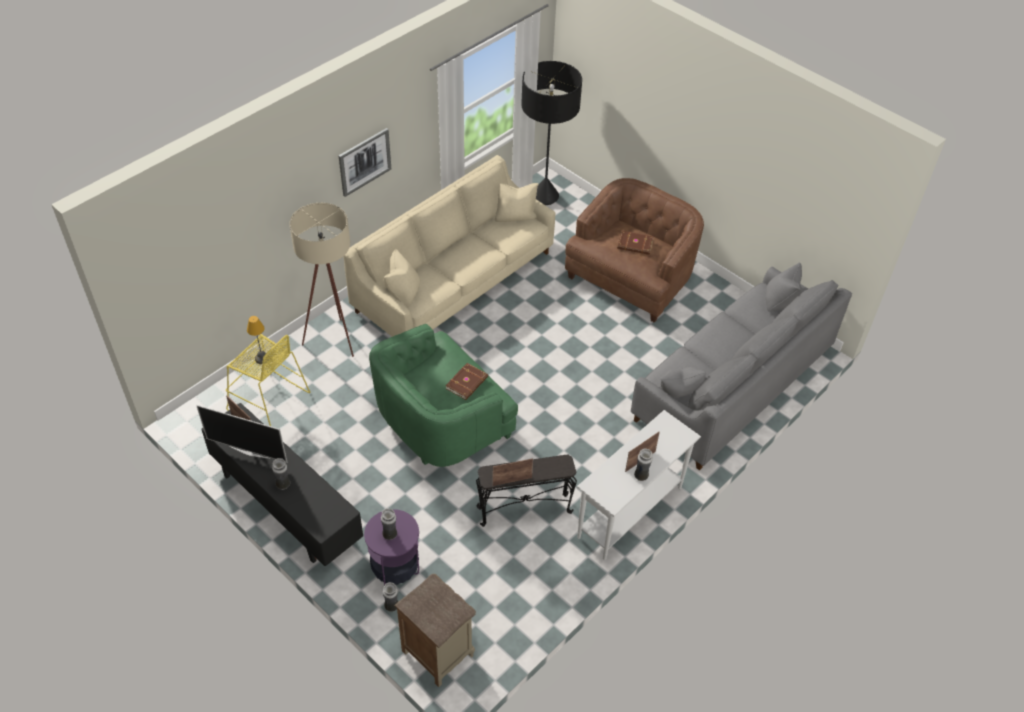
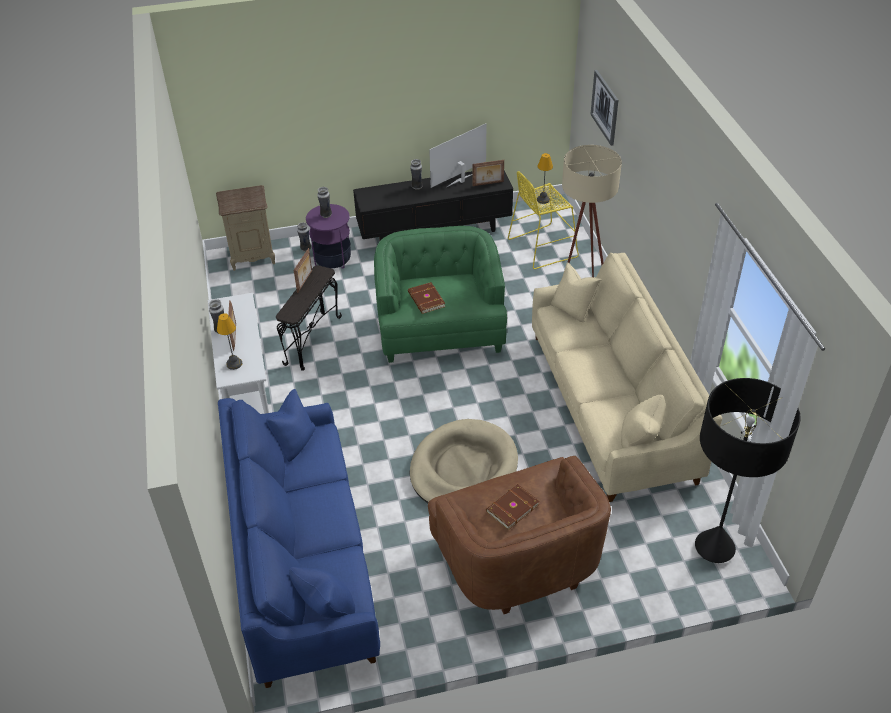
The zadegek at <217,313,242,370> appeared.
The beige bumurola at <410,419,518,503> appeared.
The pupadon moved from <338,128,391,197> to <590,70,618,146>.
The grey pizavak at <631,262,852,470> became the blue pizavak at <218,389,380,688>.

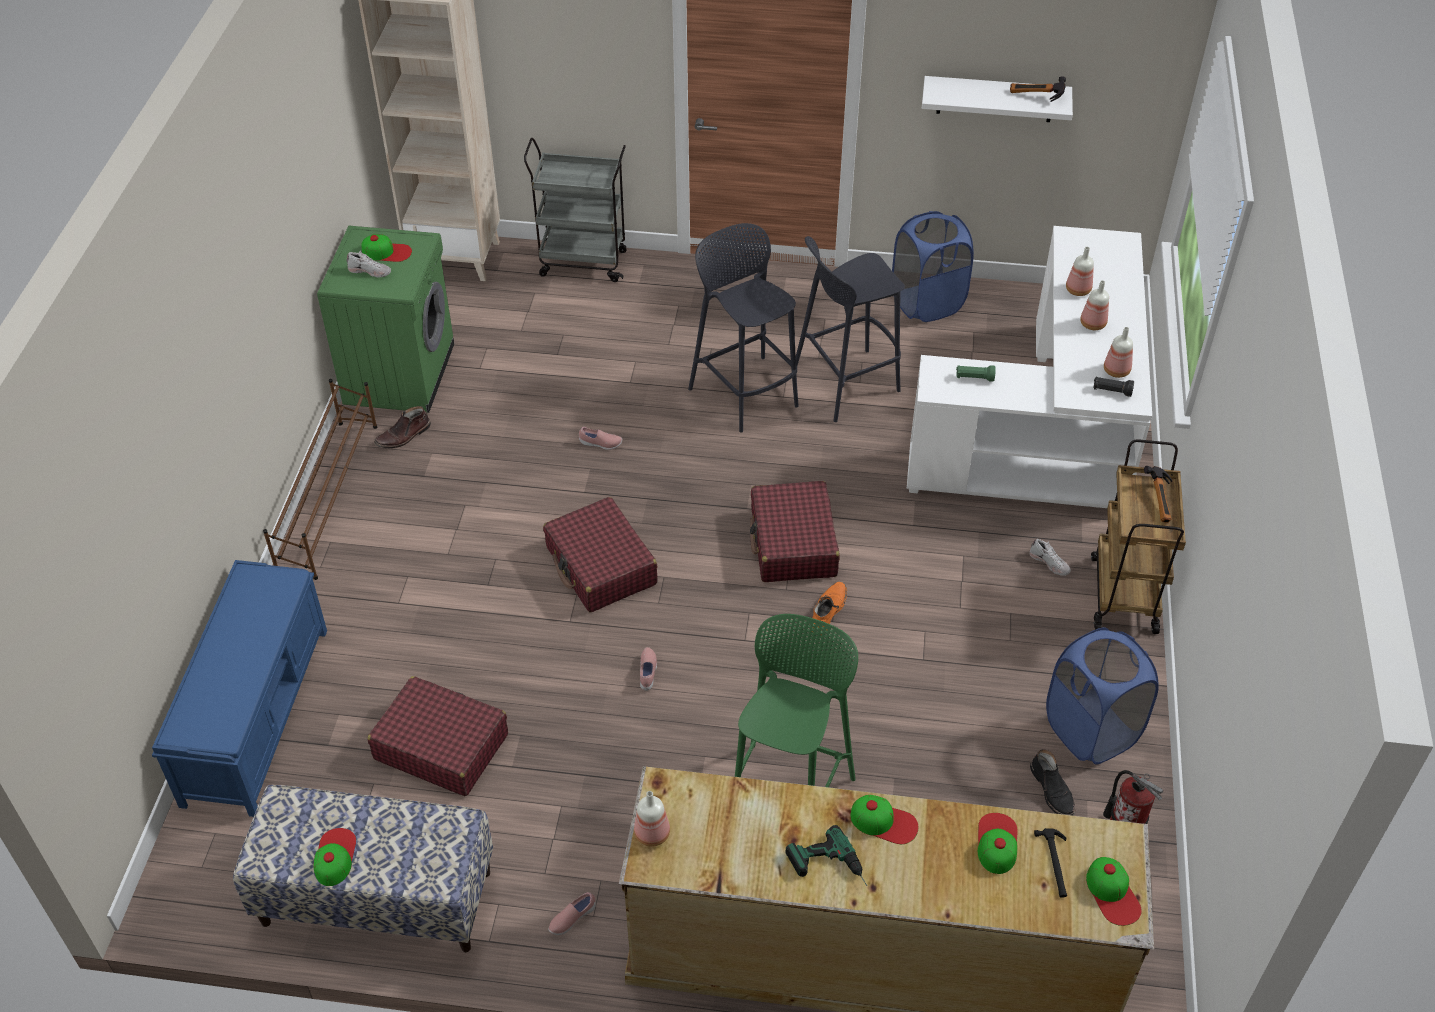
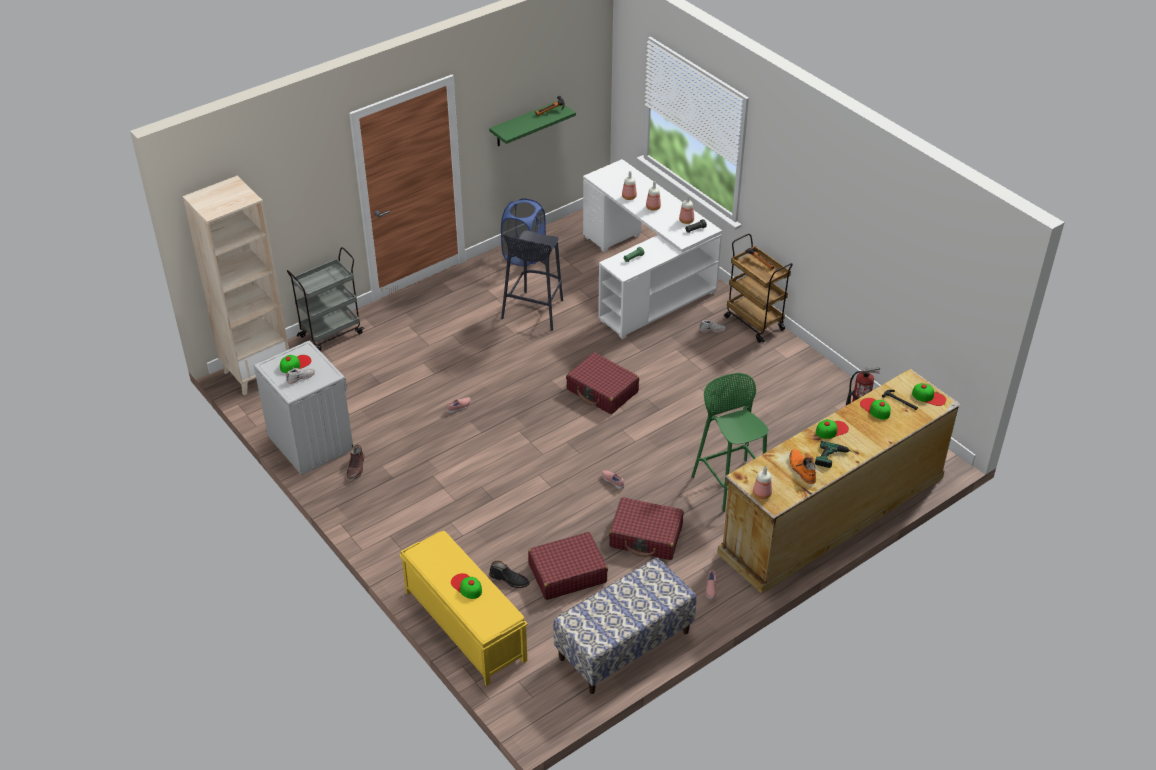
The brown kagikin at <263,379,377,580> disappeared.
The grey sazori at <688,223,799,432> disappeared.
The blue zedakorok at <1046,627,1159,765> disappeared.
The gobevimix moved from <314,828,356,886> to <451,573,482,599>.
The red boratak moved from <543,497,658,612> to <609,497,684,560>.
The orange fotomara moved from <812,582,847,635> to <790,449,816,484>.
The black fotomara moved from <1030,749,1075,815> to <489,561,530,588>.
The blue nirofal at <152,560,327,817> became the yellow nirofal at <400,531,528,686>.
The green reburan at <317,226,454,413> became the white reburan at <254,340,353,475>.
The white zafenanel at <922,76,1073,122> became the green zafenanel at <489,101,576,146>.

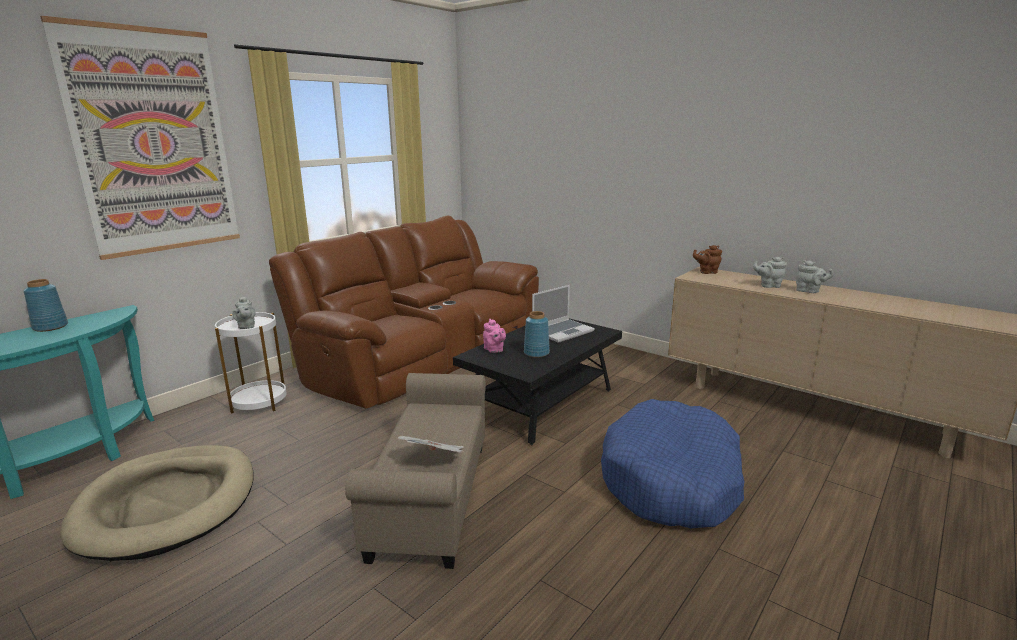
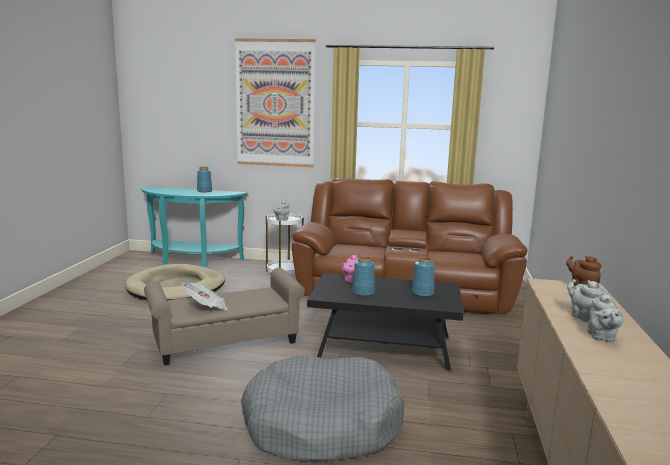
The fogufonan at <532,285,595,343> was replaced by the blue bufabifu at <412,257,434,297>.
The blue bumurola at <601,399,745,529> became the grey bumurola at <241,355,405,463>.

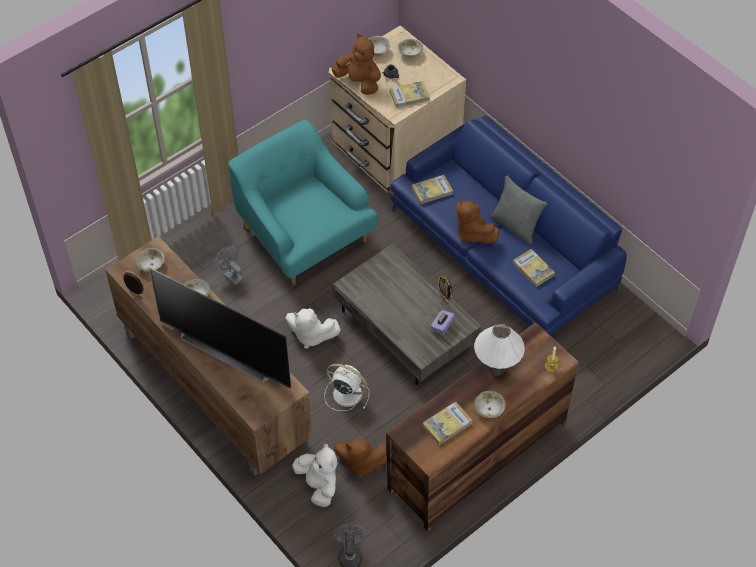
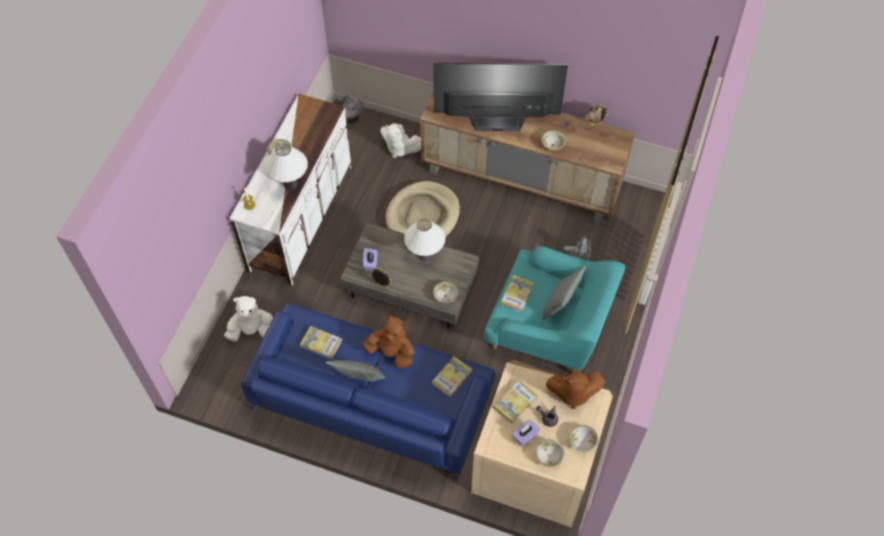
The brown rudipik at <334,437,387,478> disappeared.
The white zadegek at <404,219,445,261> appeared.
The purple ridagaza at <512,420,540,446> appeared.
The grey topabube at <542,266,586,320> appeared.
The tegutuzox moved from <136,248,165,271> to <433,282,458,303>.
The white rudipik moved from <285,308,341,349> to <224,296,273,342>.
The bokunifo moved from <423,401,473,445> to <500,275,534,313>.
The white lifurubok at <324,364,369,411> was replaced by the beige bumurola at <385,181,460,237>.
The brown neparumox at <386,322,579,532> became the white neparumox at <229,94,352,286>.

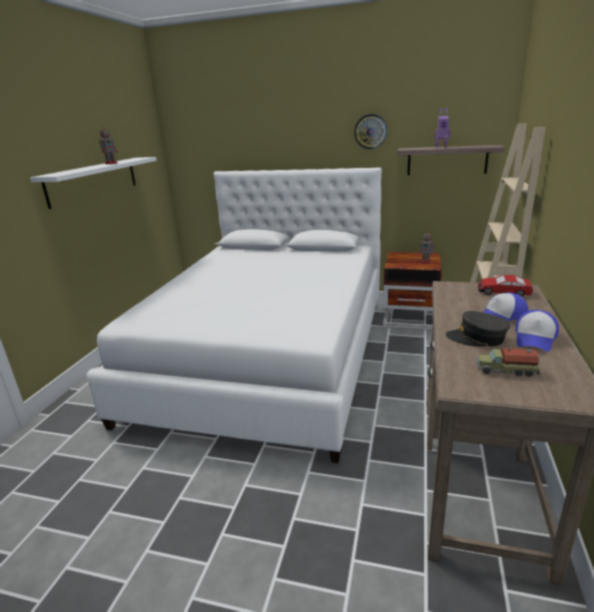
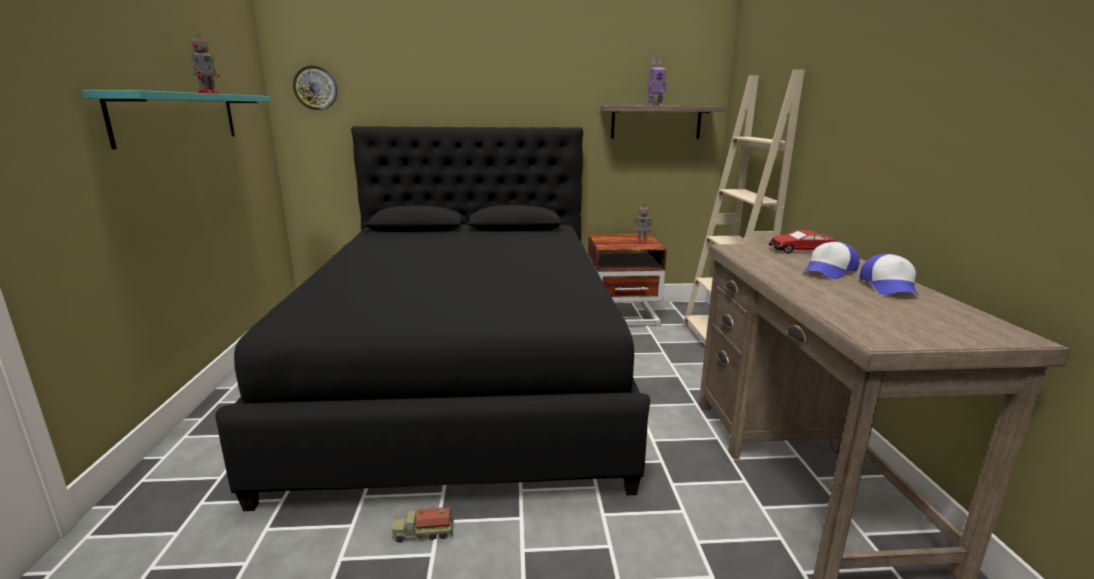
The grey gobevimix at <446,311,510,346> disappeared.
The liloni moved from <354,114,387,149> to <293,66,337,110>.
The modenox moved from <476,348,540,377> to <391,507,454,543>.
The white zafenanel at <30,157,157,209> became the turquoise zafenanel at <82,90,271,149>.
The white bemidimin at <86,167,382,463> became the black bemidimin at <215,126,650,511>.

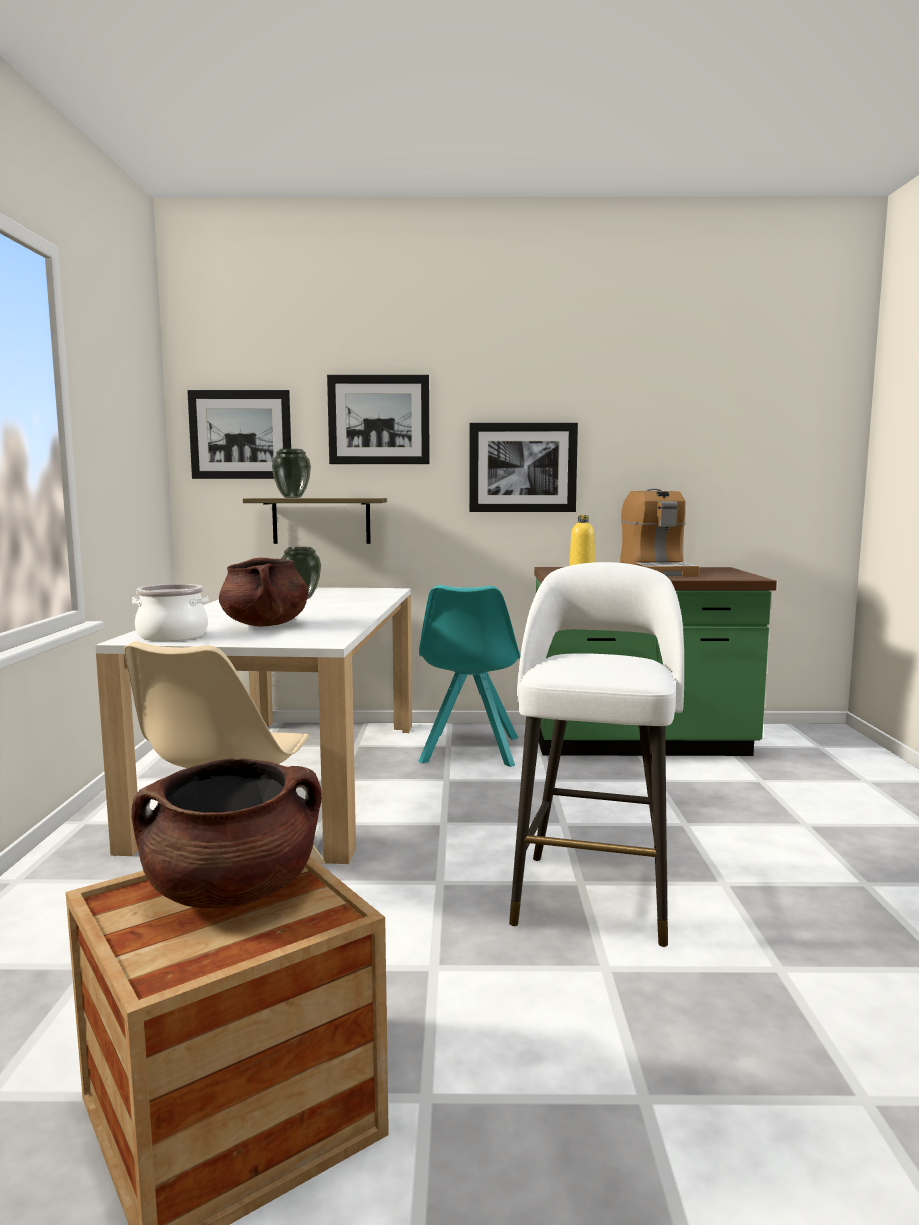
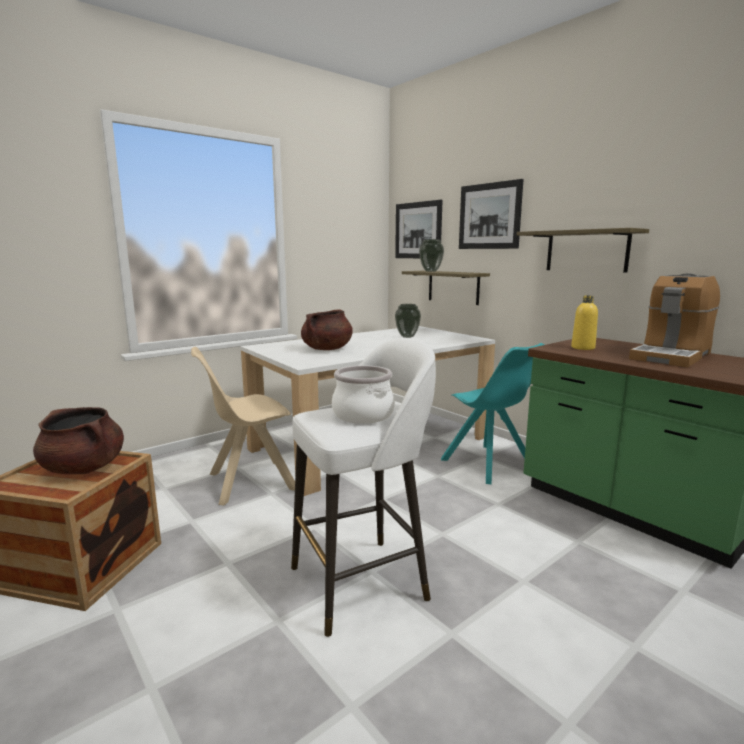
The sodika moved from <132,584,209,641> to <332,365,395,424>.
The pupadon at <469,423,578,512> was replaced by the zafenanel at <517,228,649,273>.
The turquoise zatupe at <418,585,521,767> turned 90 degrees counterclockwise.

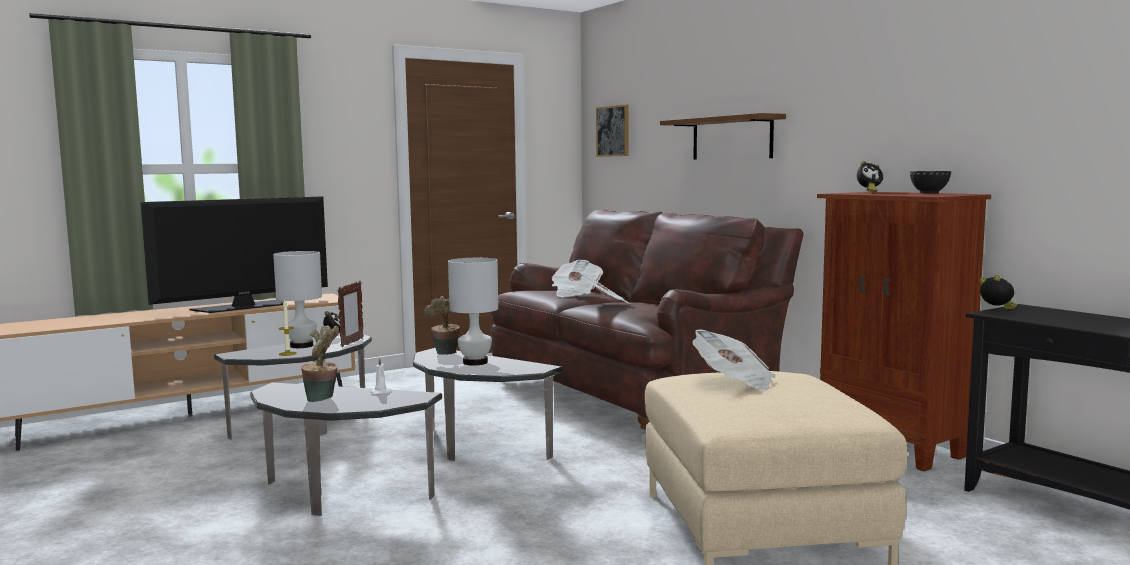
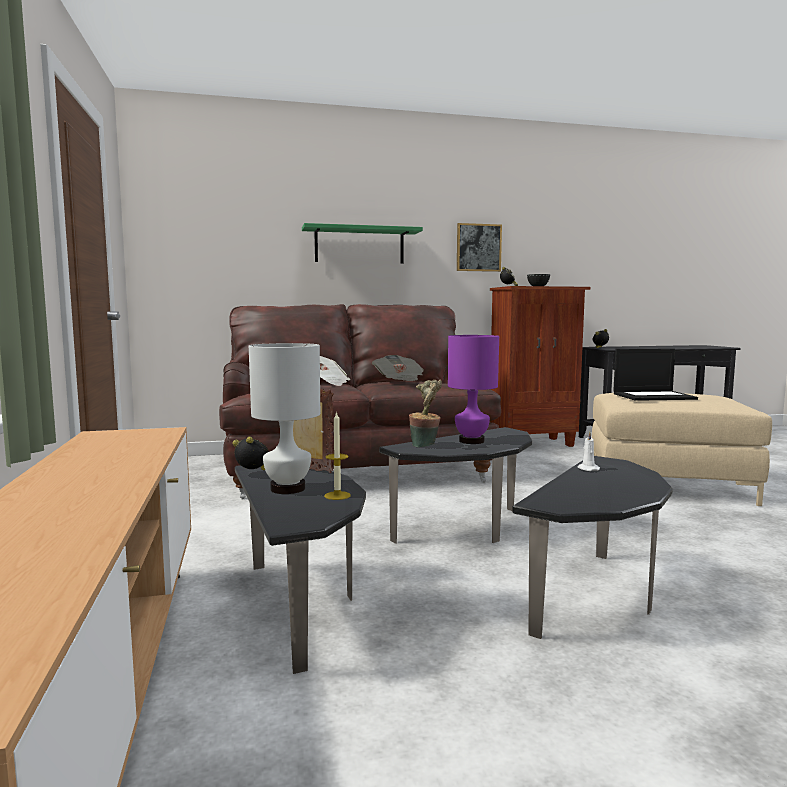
The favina at <141,196,328,313> disappeared.
The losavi at <301,326,339,402> disappeared.
The pupadon moved from <596,104,629,157> to <457,223,502,272>.
The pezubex at <692,329,776,392> was replaced by the fogufonan at <613,349,698,401>.
The white zadegek at <448,258,498,366> became the purple zadegek at <448,335,499,444>.
The brown zafenanel at <660,113,786,160> became the green zafenanel at <302,223,423,264>.

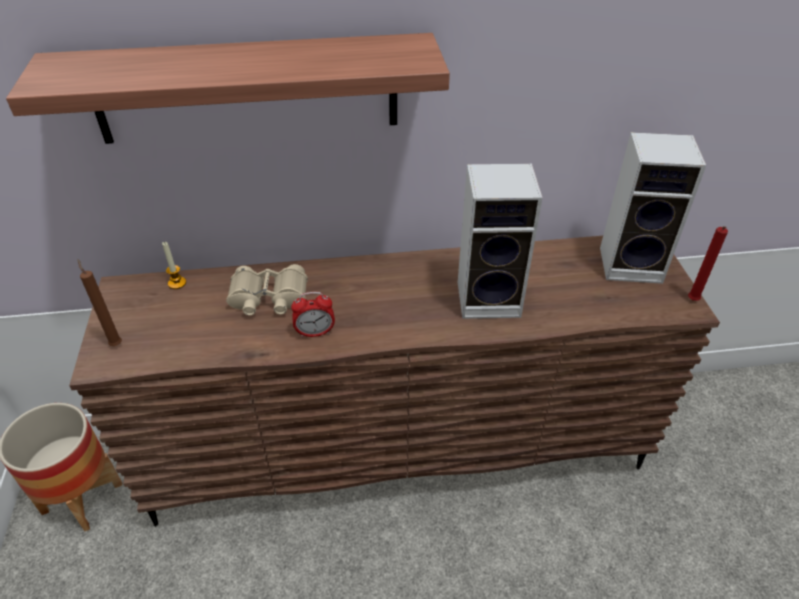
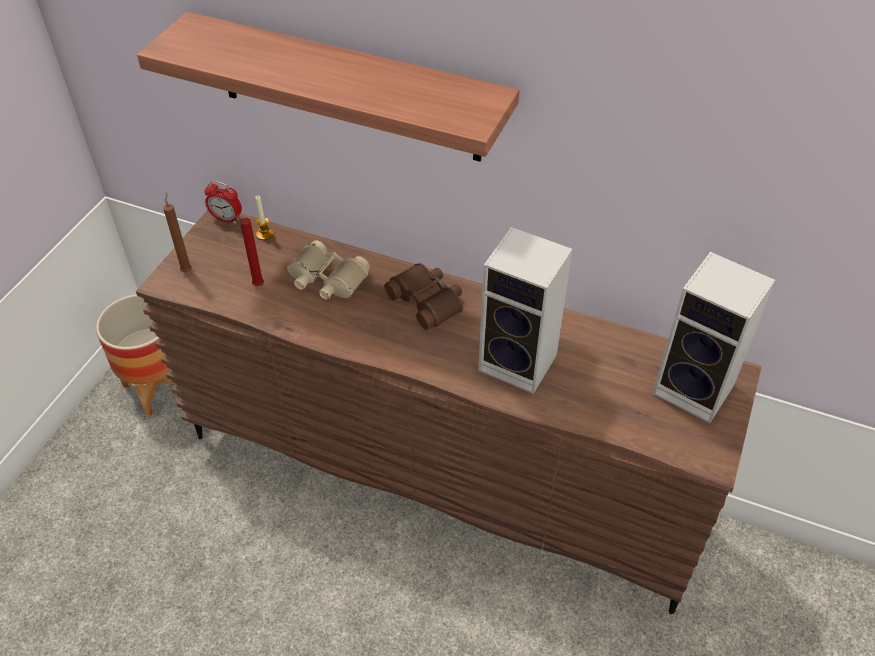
The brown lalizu at <384,263,463,330> appeared.
The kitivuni moved from <291,292,335,338> to <204,181,242,224>.
The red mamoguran moved from <688,226,728,301> to <233,216,264,286>.

